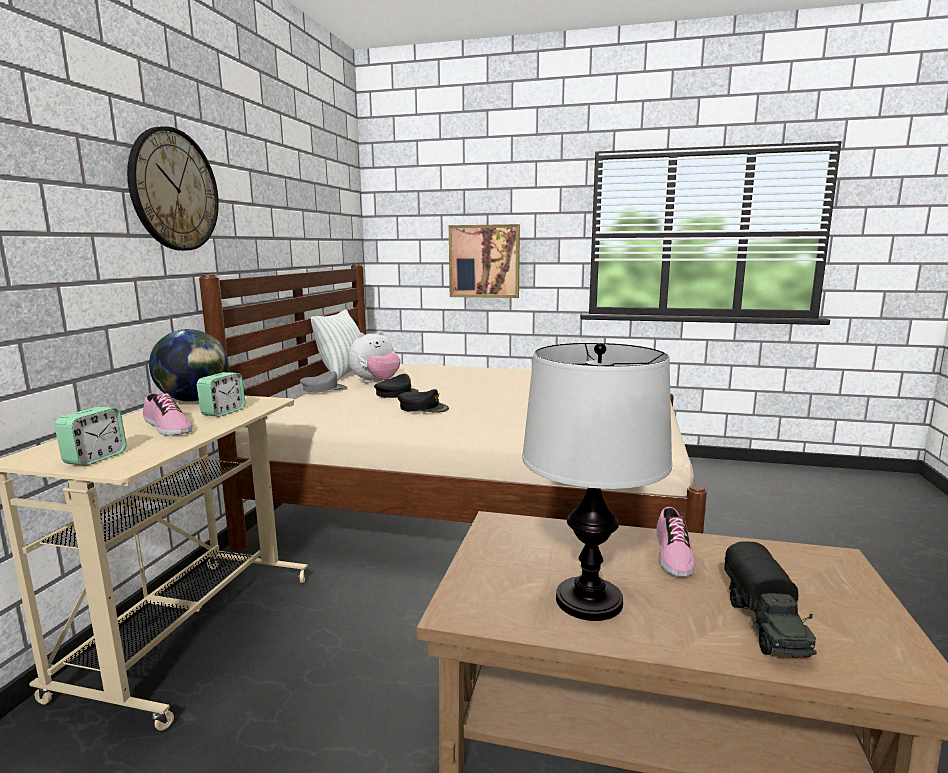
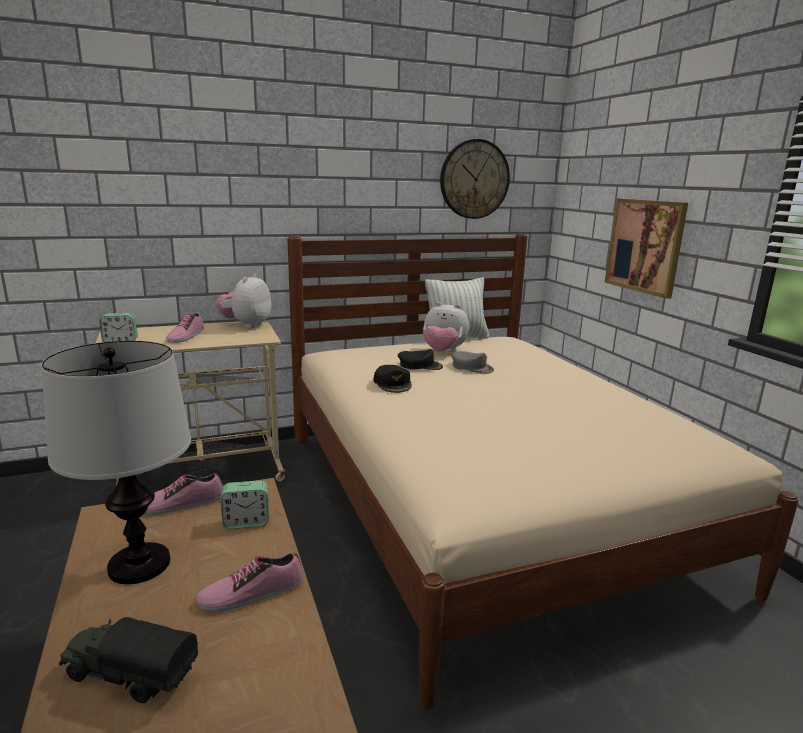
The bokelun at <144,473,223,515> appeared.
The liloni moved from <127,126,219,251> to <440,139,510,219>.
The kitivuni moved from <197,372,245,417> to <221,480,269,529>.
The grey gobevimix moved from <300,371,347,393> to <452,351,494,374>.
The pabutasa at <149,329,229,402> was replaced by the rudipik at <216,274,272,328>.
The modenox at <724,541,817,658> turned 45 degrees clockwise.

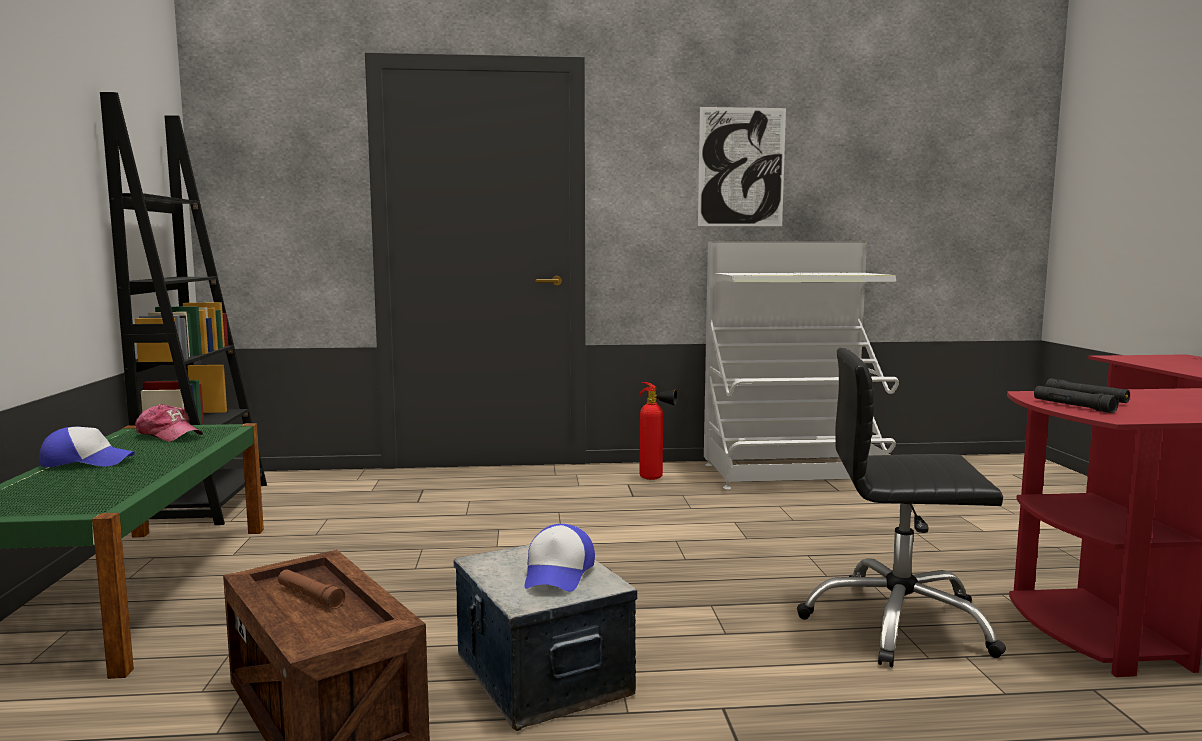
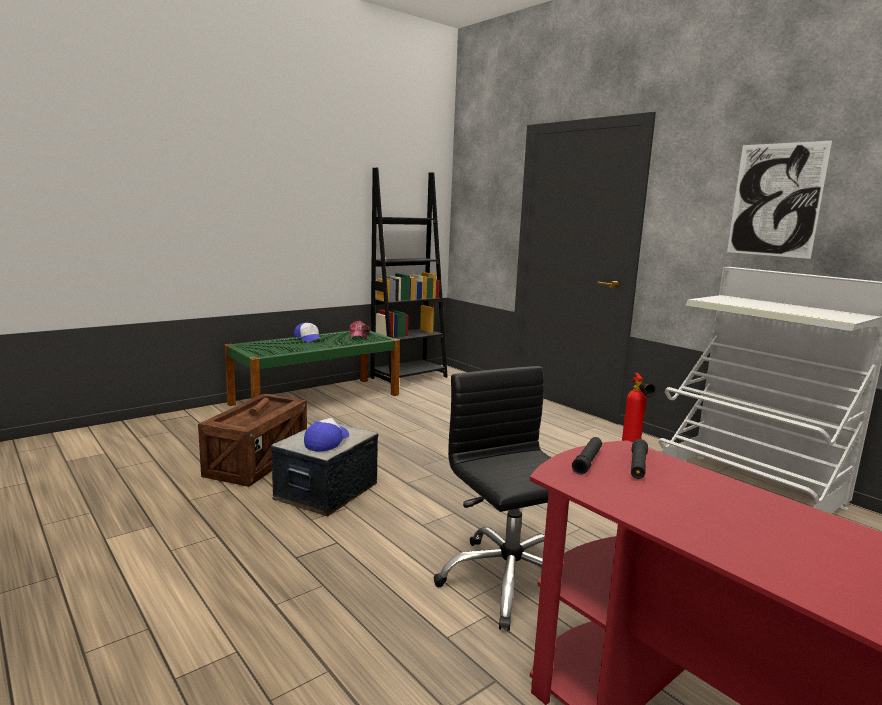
The gobevimix at <524,524,595,592> turned 135 degrees clockwise.

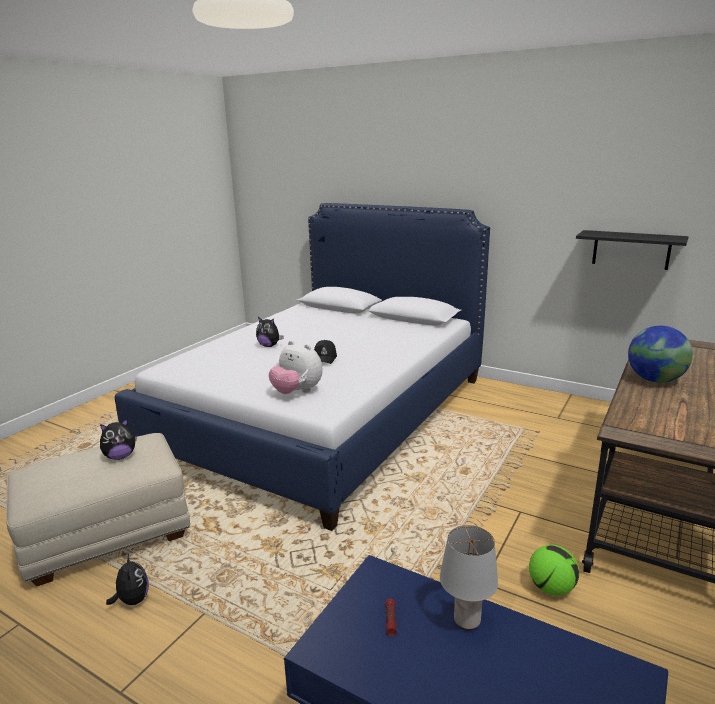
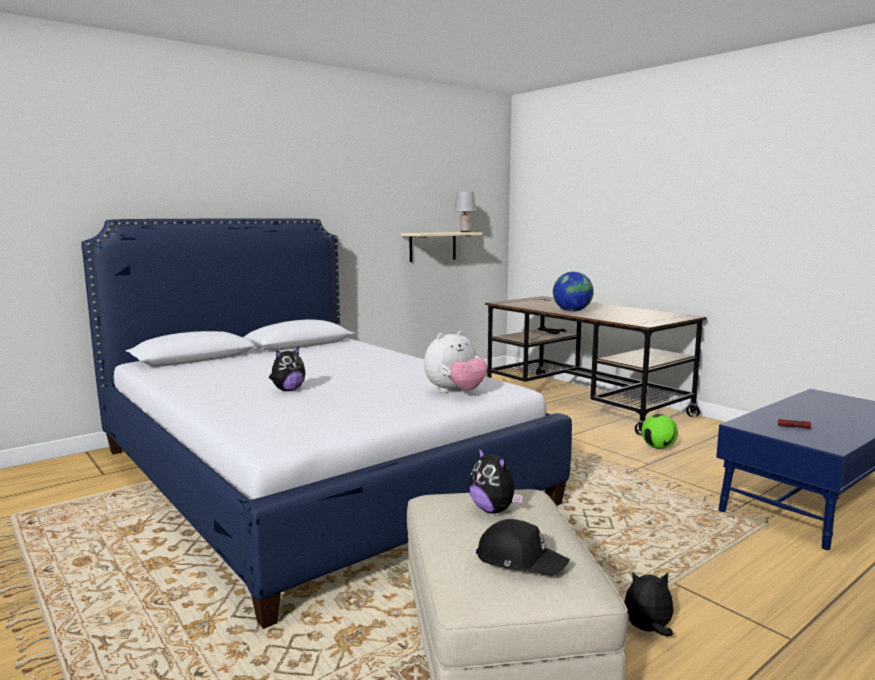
The black gobevimix moved from <314,340,337,364> to <476,519,570,576>.
The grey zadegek moved from <440,525,498,630> to <454,192,476,232>.
The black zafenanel at <576,230,689,270> became the beige zafenanel at <401,232,482,262>.
The rudipik at <100,418,137,460> turned 150 degrees clockwise.

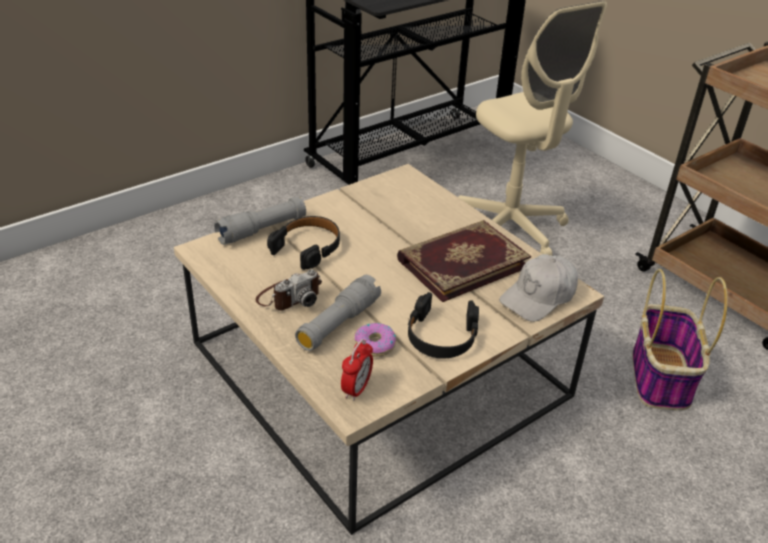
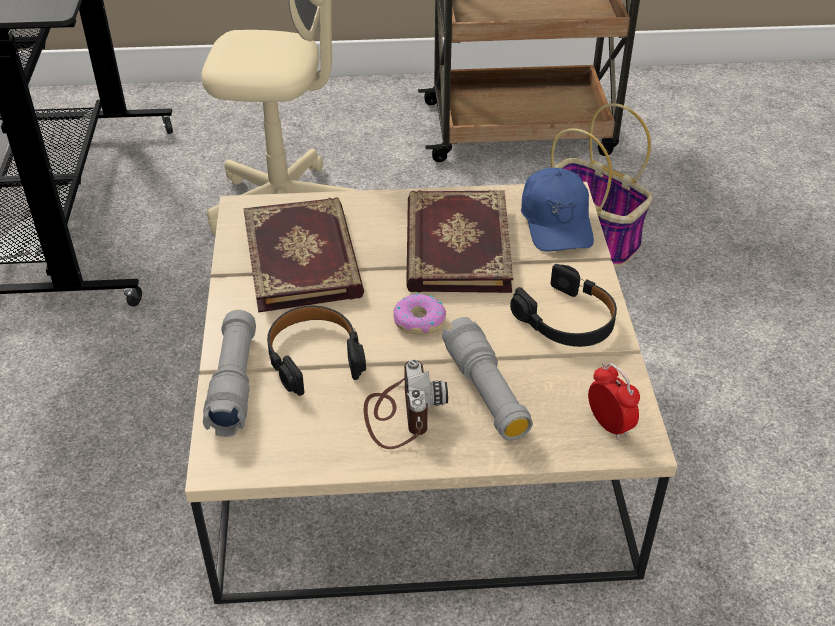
The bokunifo at <243,197,364,313> appeared.
The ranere moved from <355,323,396,357> to <393,293,446,335>.
The white gobevimix at <499,254,578,322> became the blue gobevimix at <521,167,594,252>.

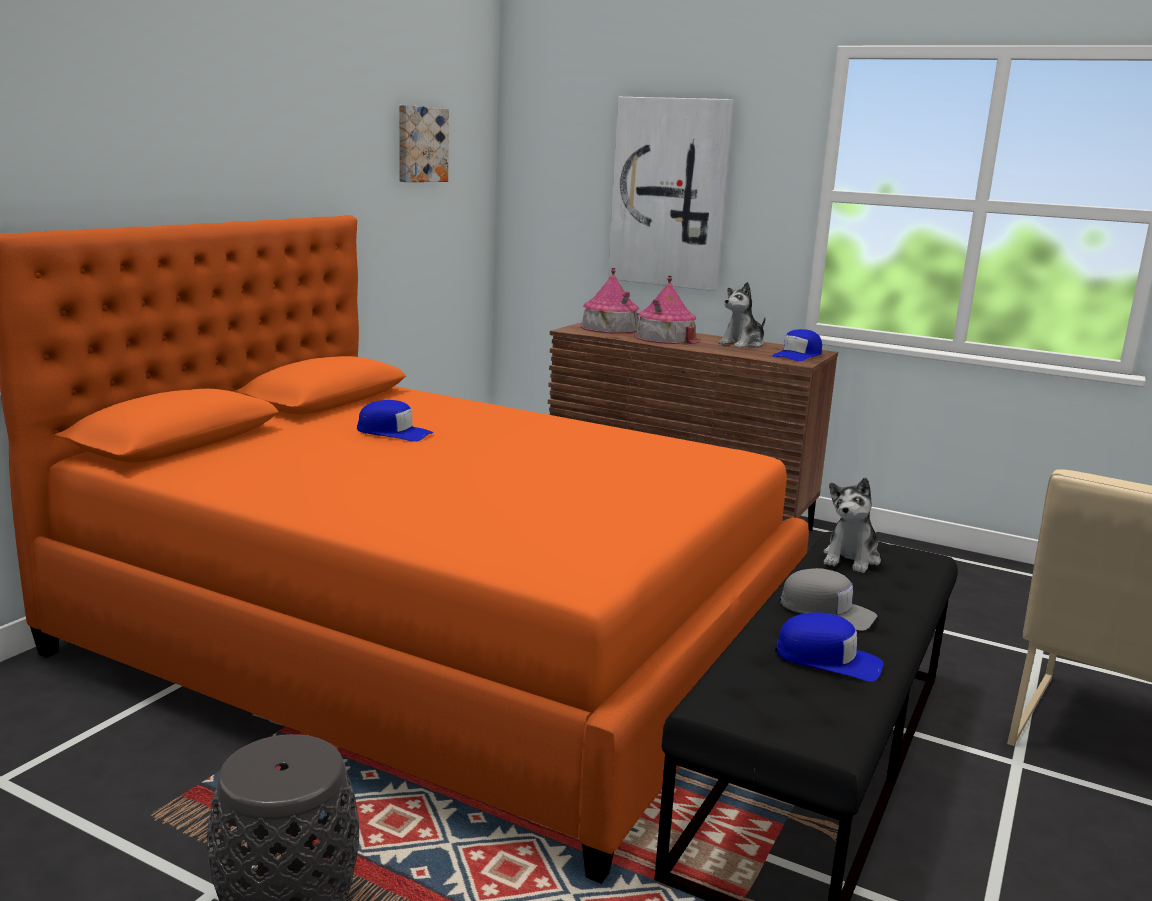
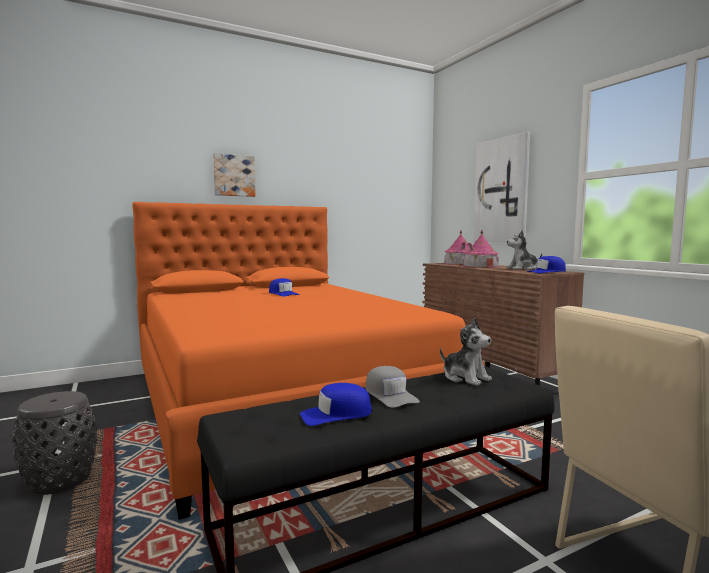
The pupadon moved from <399,105,449,182> to <213,153,256,197>.
The blue gobevimix at <775,612,884,682> turned 105 degrees clockwise.
The rudipik at <823,477,881,573> turned 105 degrees counterclockwise.

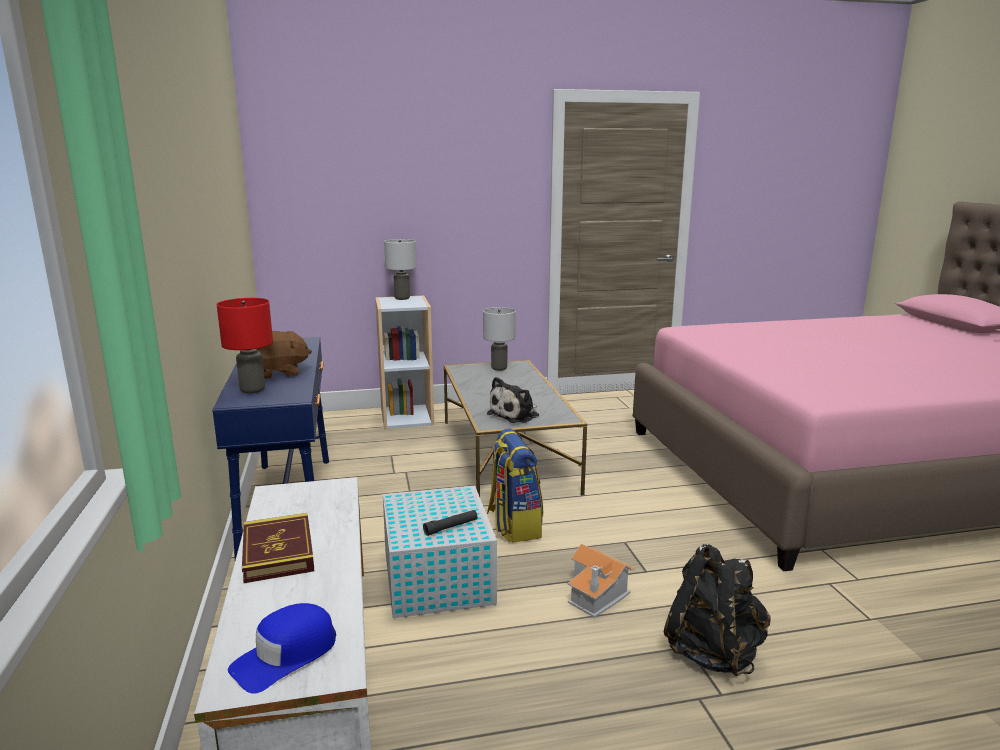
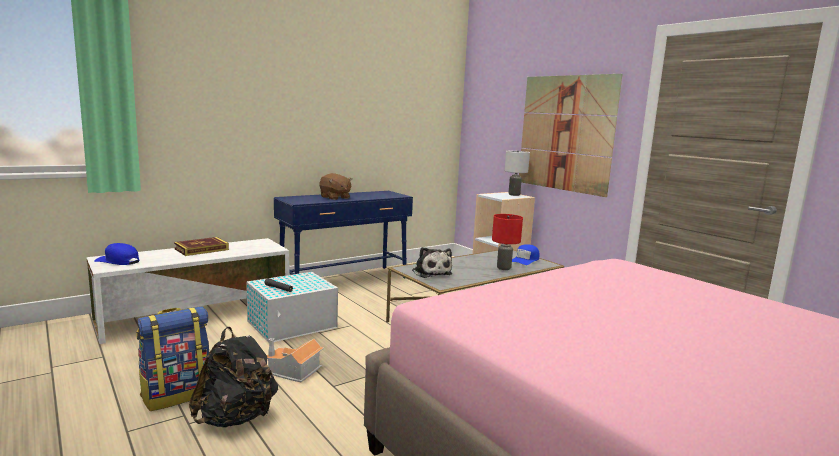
The pupadon at <519,74,622,197> appeared.
The red zadegek moved from <217,298,273,394> to <492,214,523,270>.
The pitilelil moved from <487,429,543,542> to <136,306,209,411>.
The white zadegek at <483,307,516,371> was replaced by the blue gobevimix at <512,244,539,265>.
The rudipik at <487,377,539,423> turned 135 degrees counterclockwise.

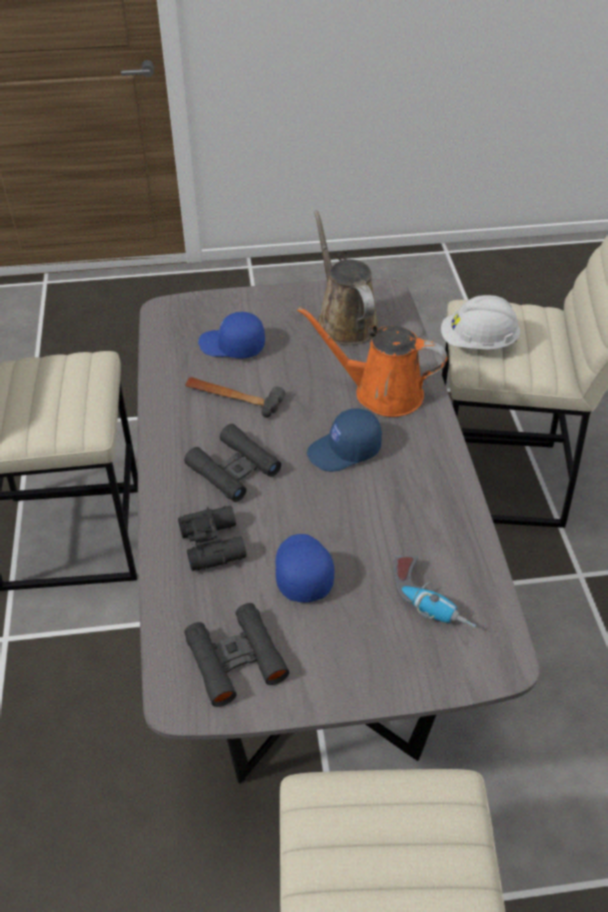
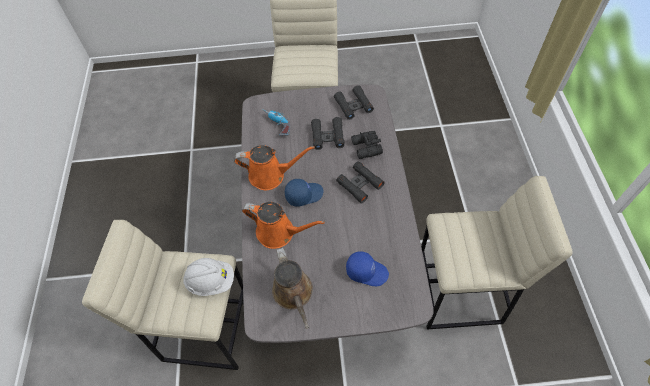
The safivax at <185,377,285,418> disappeared.
The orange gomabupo at <234,145,315,190> appeared.
The blue gobevimix at <275,534,334,602> was replaced by the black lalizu at <311,117,344,150>.

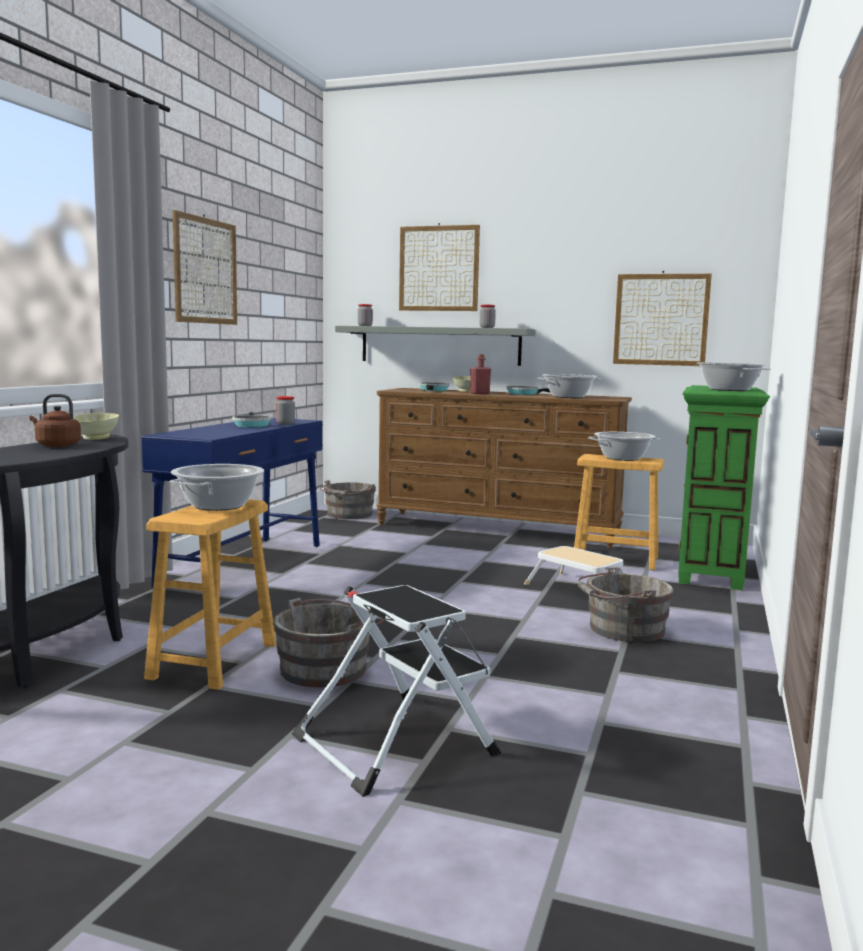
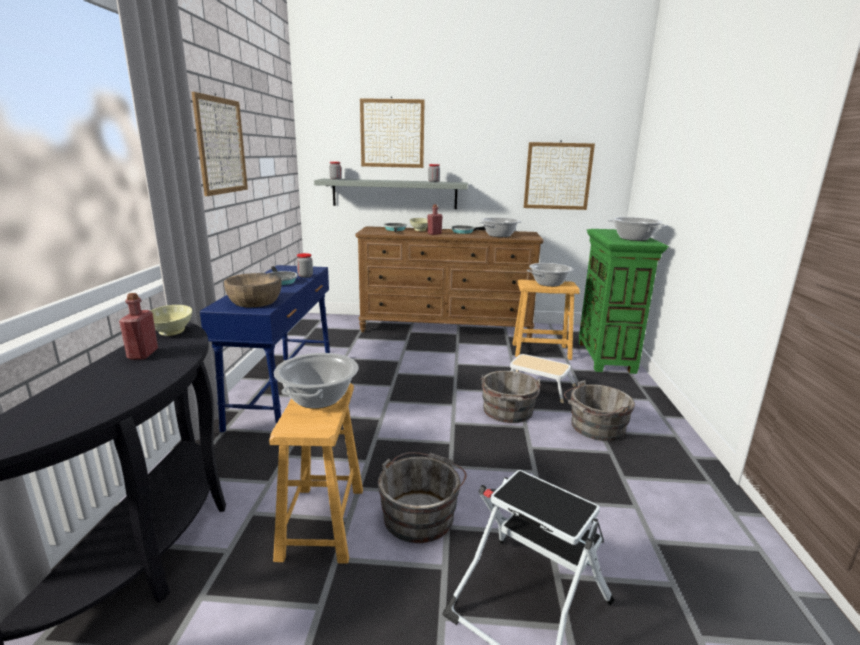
The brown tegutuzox at <224,273,282,307> appeared.
The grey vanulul moved from <320,480,376,519> to <480,371,541,423>.
The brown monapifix at <29,394,81,447> was replaced by the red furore at <119,293,158,360>.

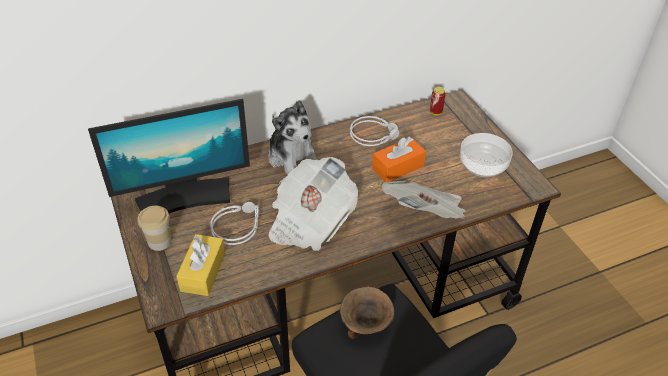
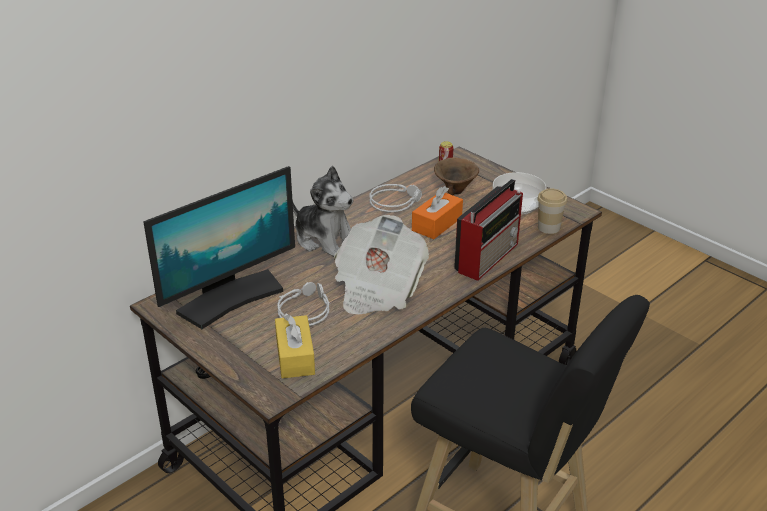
The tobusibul moved from <138,206,171,251> to <537,188,567,234>.
The brown tegutuzox moved from <340,287,395,339> to <434,157,479,196>.
The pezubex at <382,181,466,219> was replaced by the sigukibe at <454,179,523,281>.

